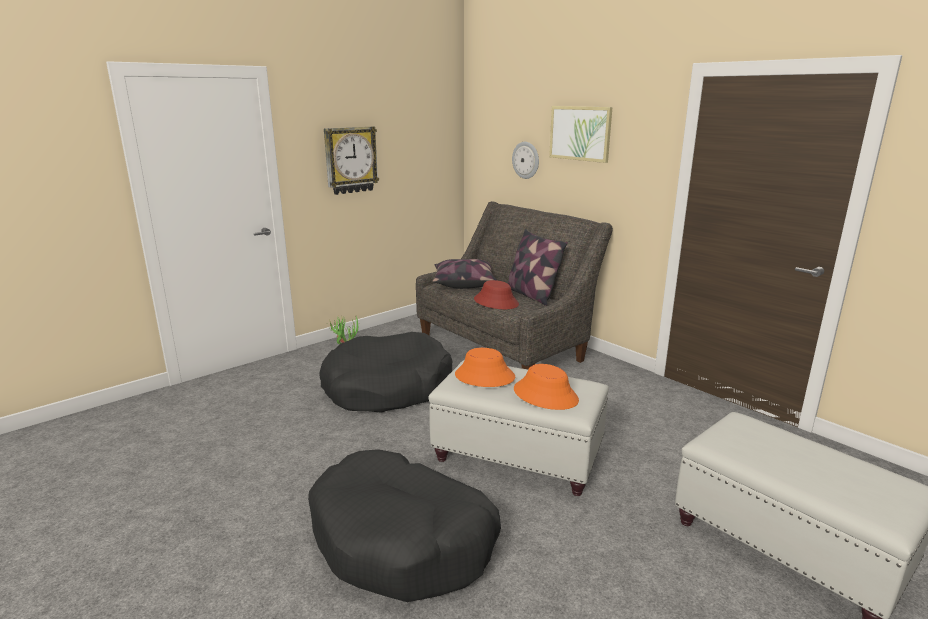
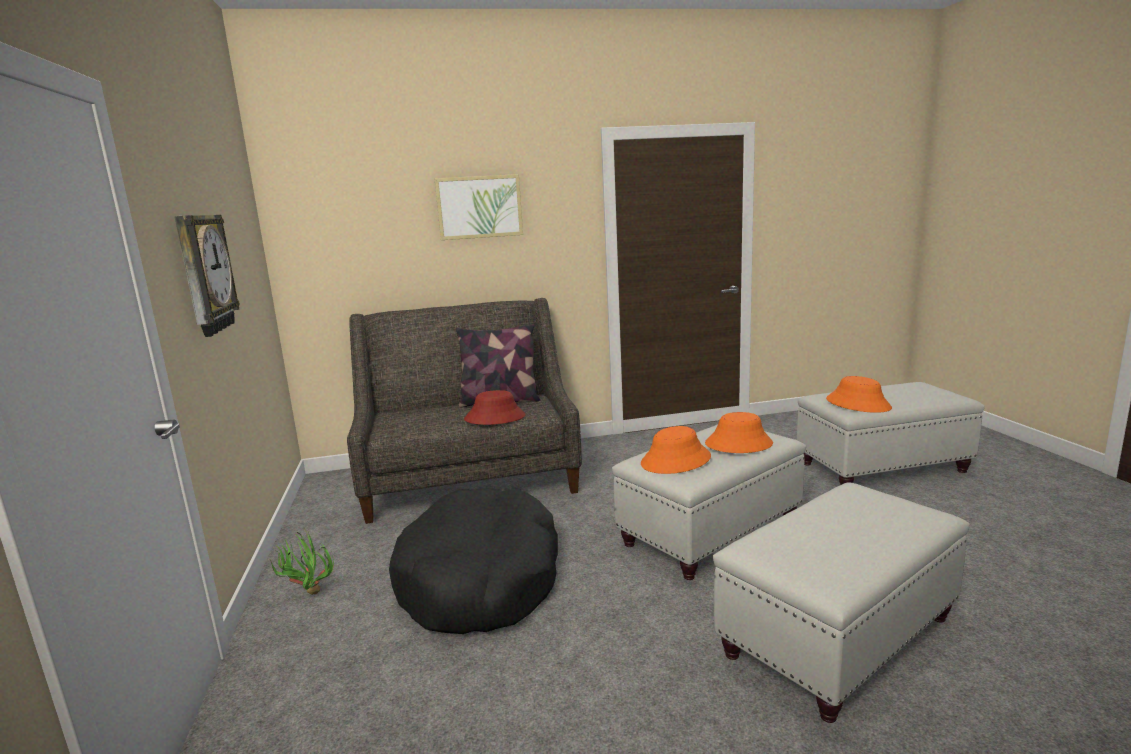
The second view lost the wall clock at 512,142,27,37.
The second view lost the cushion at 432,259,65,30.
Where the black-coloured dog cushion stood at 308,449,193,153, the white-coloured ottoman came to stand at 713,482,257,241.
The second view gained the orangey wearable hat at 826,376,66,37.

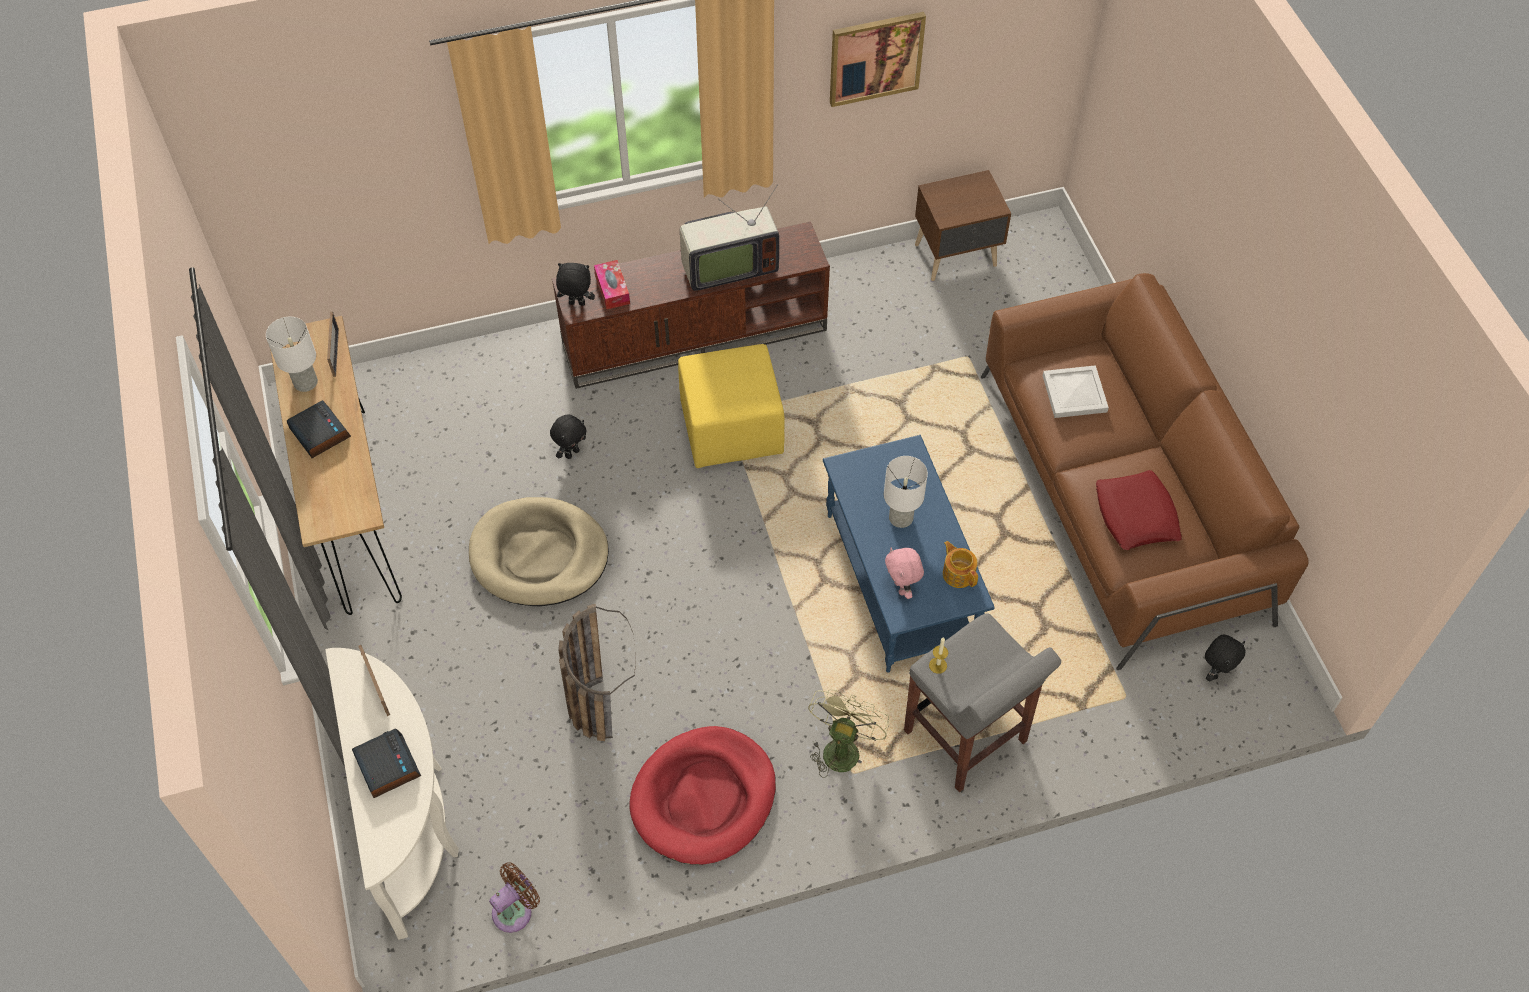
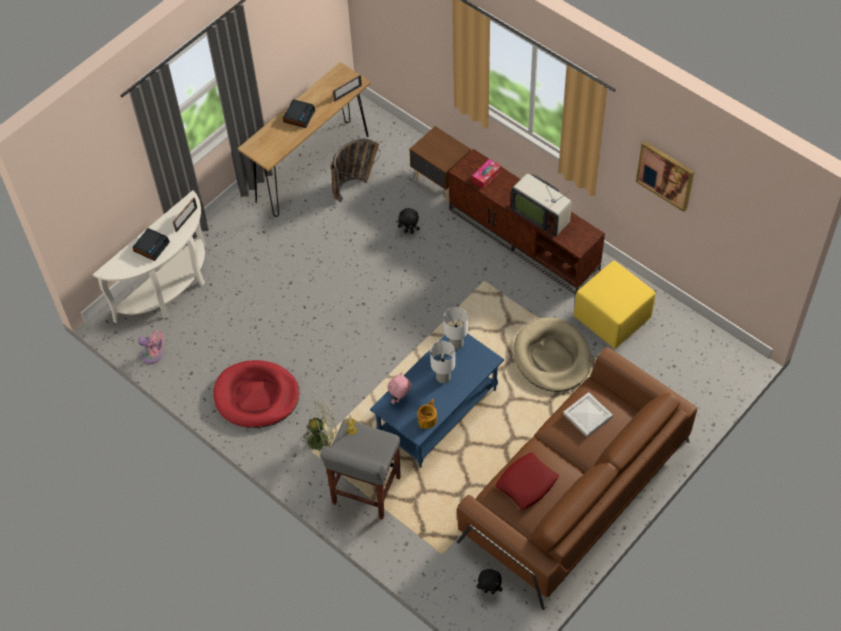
The brown-coloured night table ended up elsewhere, having gone from 915,170,96,111 to 410,126,61,76.
The second view lost the black-coloured cuddly toy at 556,263,39,43.
The white-coloured tabletop lamp ended up elsewhere, having gone from 266,317,52,75 to 444,307,24,42.
The yellow-coloured ottoman ended up elsewhere, having gone from 678,344,107,124 to 574,261,82,88.
The beige dog cushion ended up elsewhere, having gone from 469,497,140,109 to 513,317,78,75.
The storage basket ended up elsewhere, having gone from 558,604,78,137 to 331,139,49,64.
What was the brown-coloured cooling fan at 489,862,51,71 turned into the pink cooling fan at 138,330,26,34.

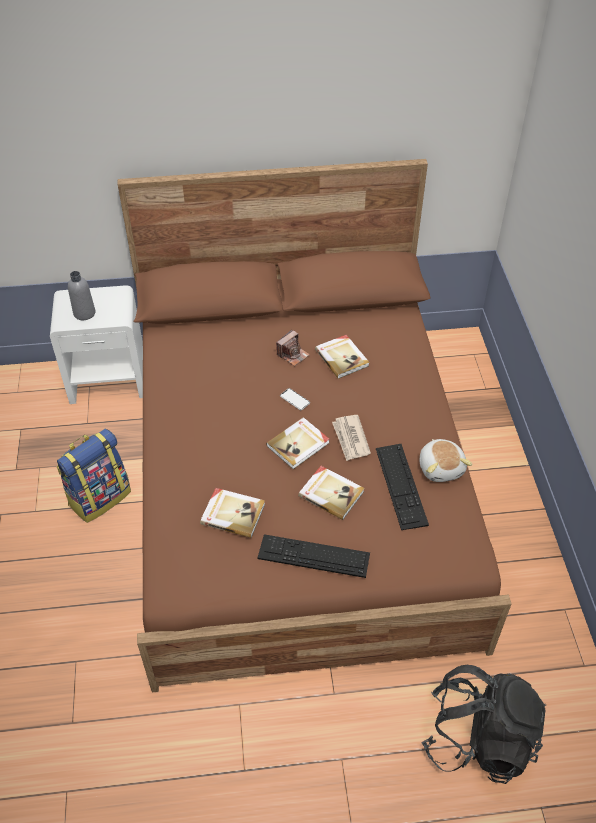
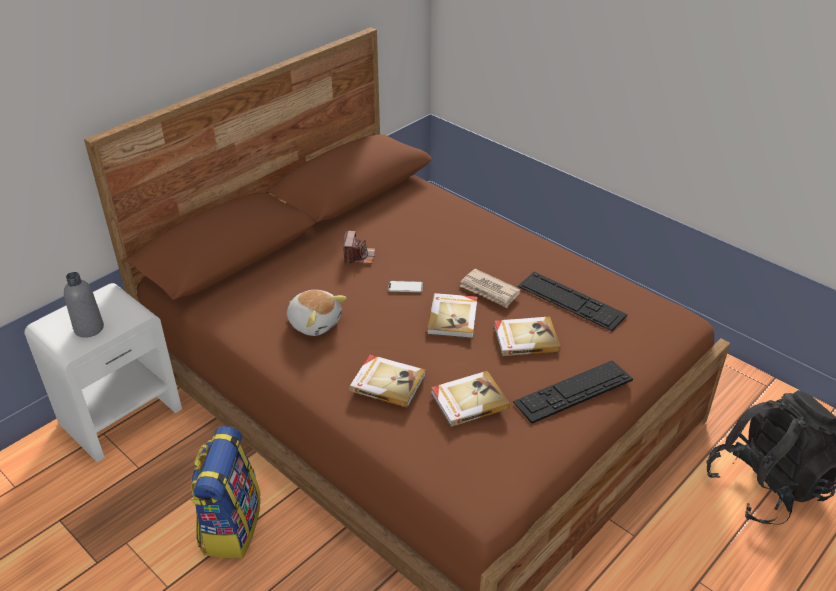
The bound book ended up elsewhere, having gone from 315,335,55,44 to 349,355,77,53.
The cuddly toy ended up elsewhere, having gone from 420,439,53,43 to 287,290,60,46.

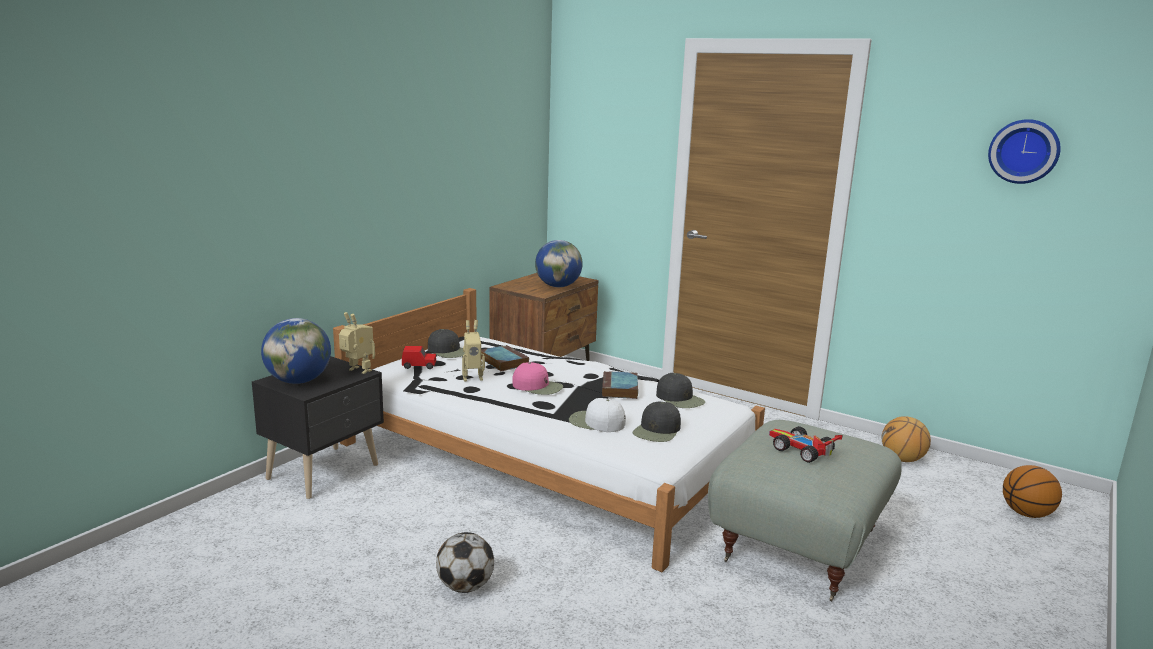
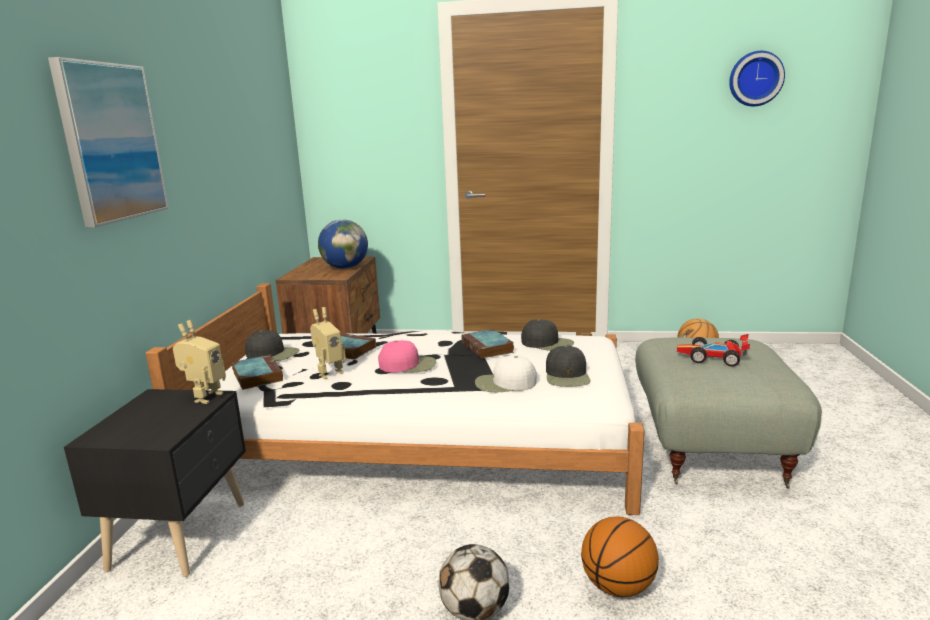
The robot figure at 339,312,36,62 ended up facing another way, 105 degrees clockwise from before.
The second view lost the globe at 261,318,70,66.
Where the red model car stood at 402,346,35,23, the bound book came to stand at 232,355,51,35.
The ball for basketball ended up elsewhere, having gone from 1003,465,59,53 to 581,516,78,81.
The second view gained the wall art at 48,57,121,170.

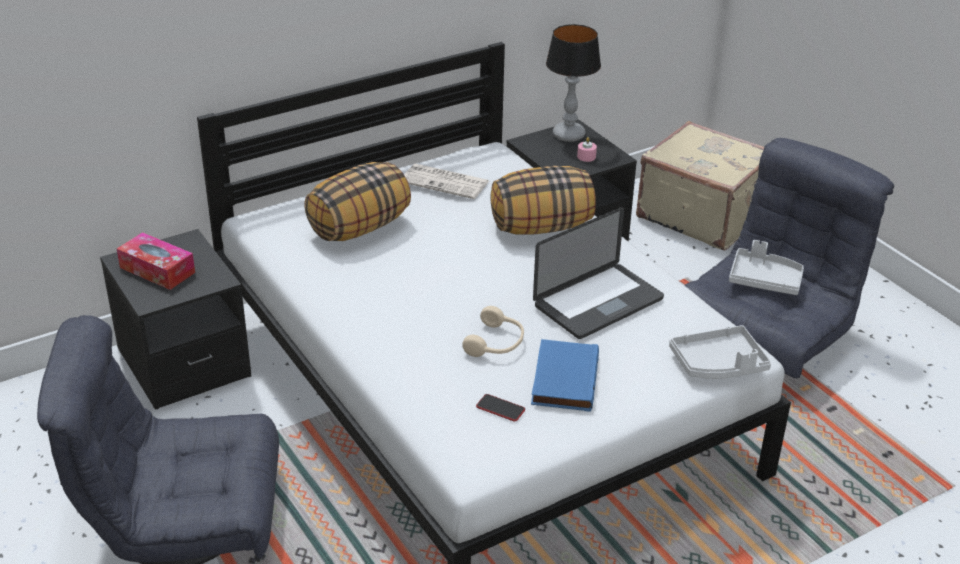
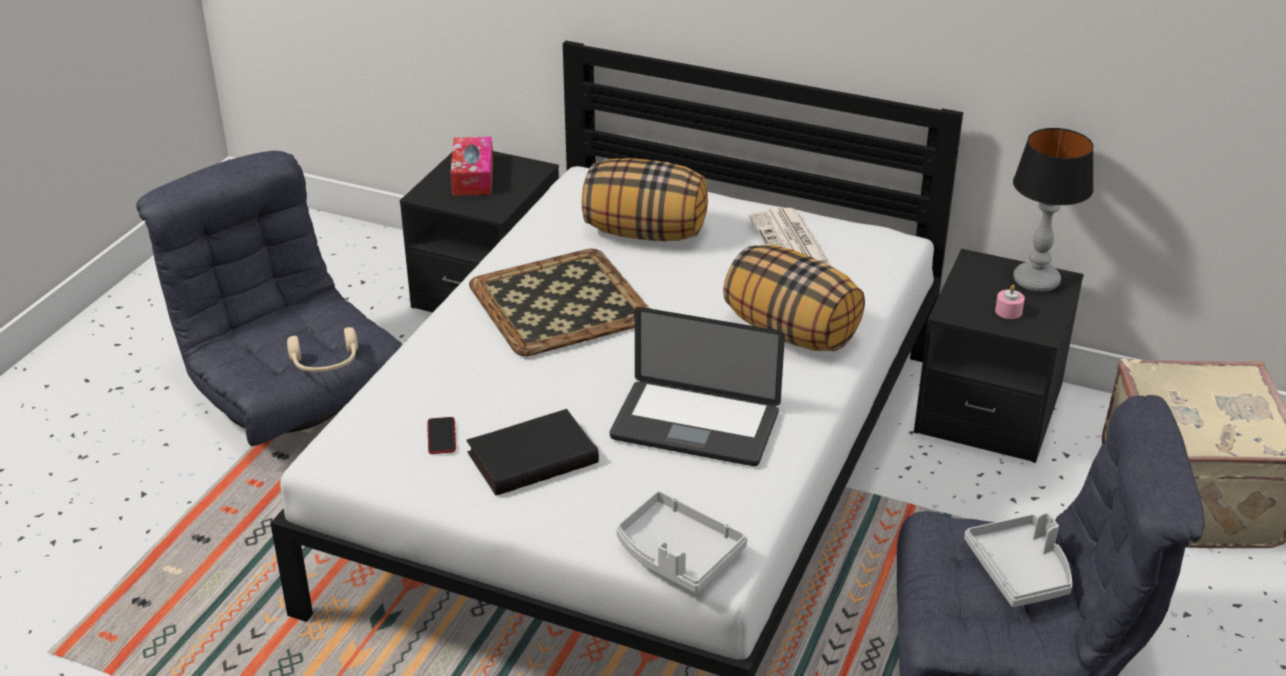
The beige headphones ended up elsewhere, having gone from 462,306,62,51 to 287,327,71,45.
What was the blue-coloured bound book at 531,339,68,73 turned into the black-coloured bound book at 467,409,132,87.
The second view gained the tray at 469,249,180,107.

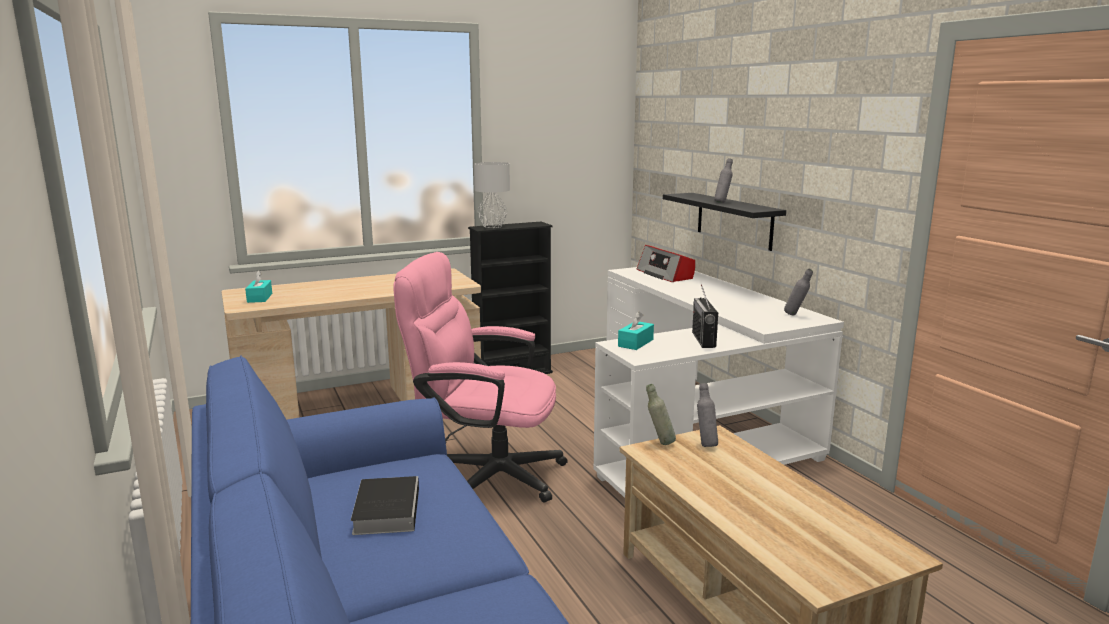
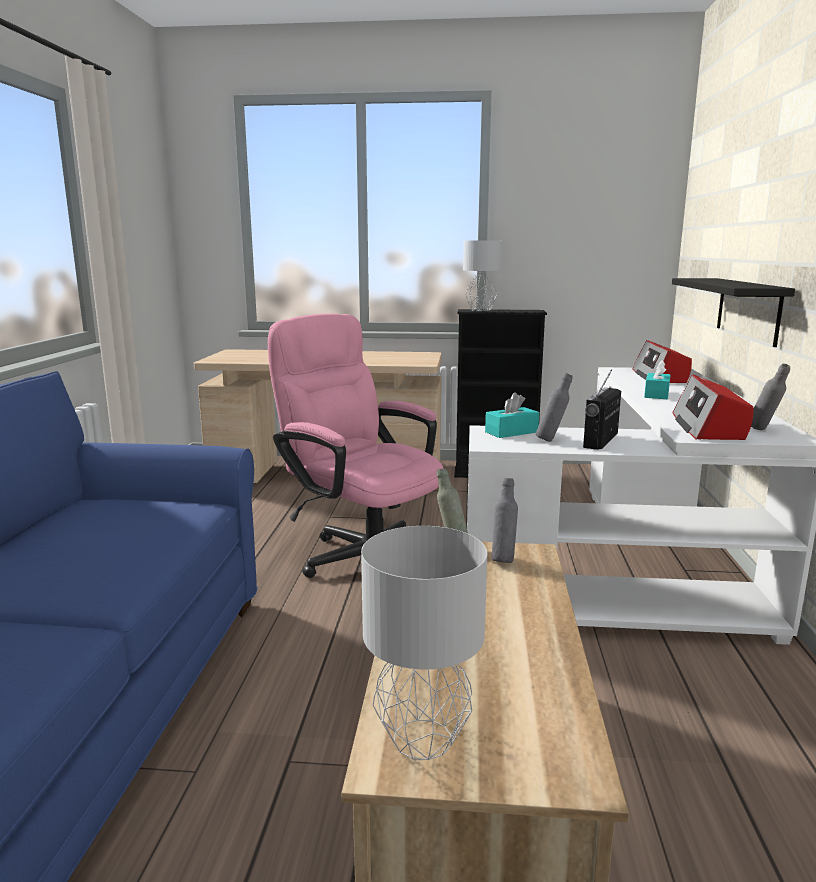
The greyish beverage bottle ended up elsewhere, having gone from 714,158,19,45 to 536,373,37,69.
The turquoise tissue holder ended up elsewhere, having gone from 245,270,27,33 to 644,360,26,39.
The second view lost the bound book at 351,476,68,59.
The second view gained the radio at 672,374,82,66.
The second view gained the greyish tabletop lamp at 361,526,126,234.

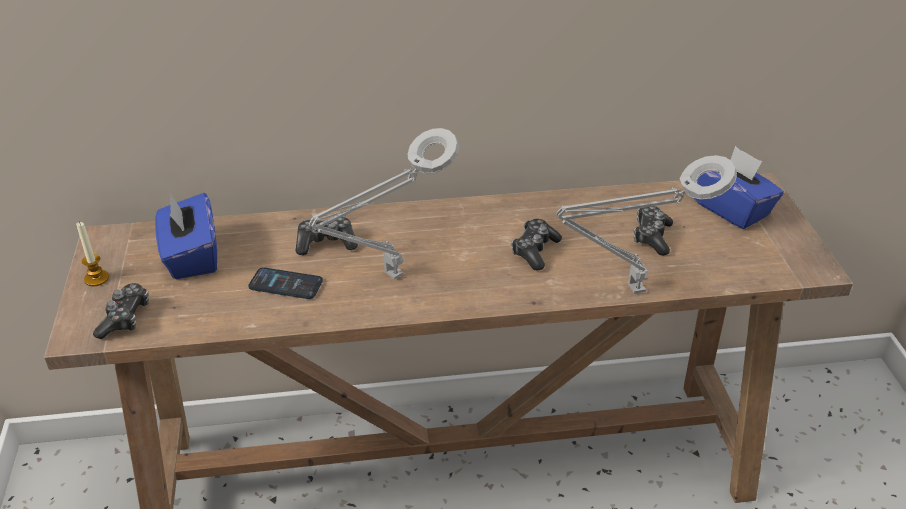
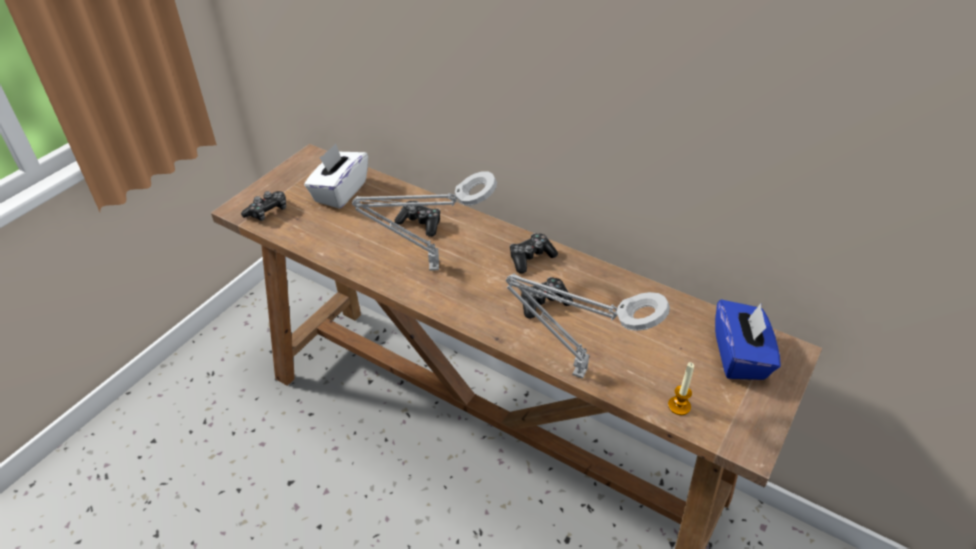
What was the blue-coloured tissue holder at 155,193,62,86 turned into the white-coloured tissue holder at 304,144,64,65.
The game controller ended up elsewhere, having gone from 634,206,39,49 to 510,233,48,40.
The candle ended up elsewhere, having gone from 76,222,33,64 to 668,362,26,53.
The second view lost the phone at 248,267,75,32.

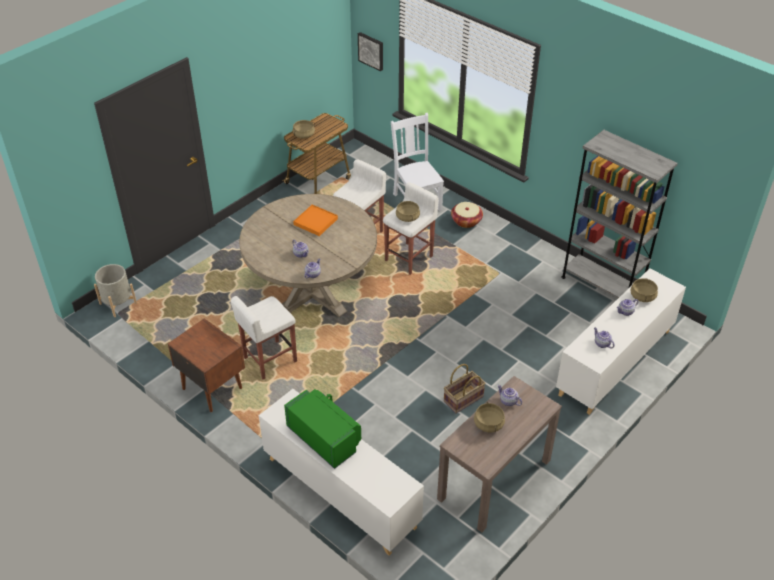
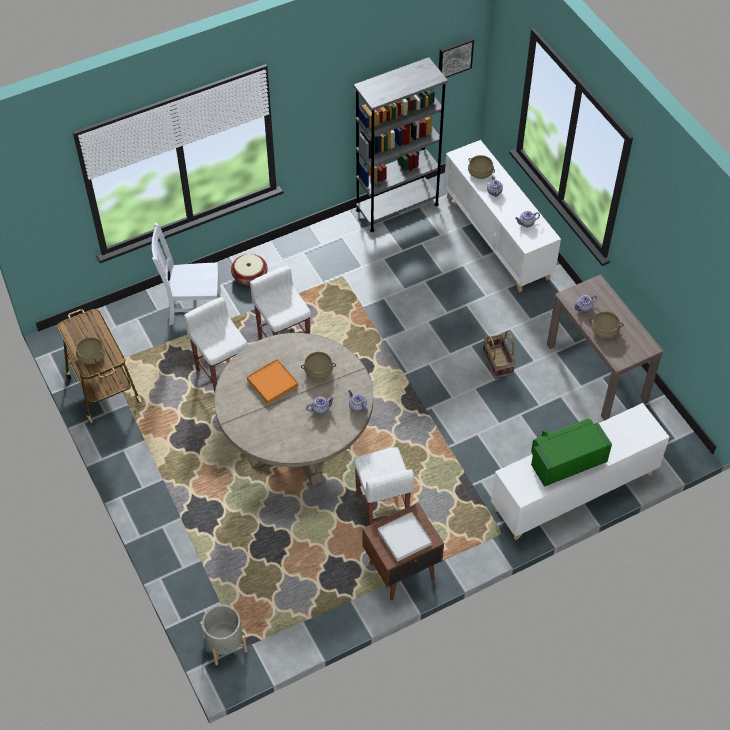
The wall art ended up elsewhere, having gone from 358,32,25,39 to 439,38,35,40.
The beige saucepot ended up elsewhere, having gone from 396,201,24,21 to 301,352,35,27.
The second view gained the white-coloured tray at 378,512,54,50.

